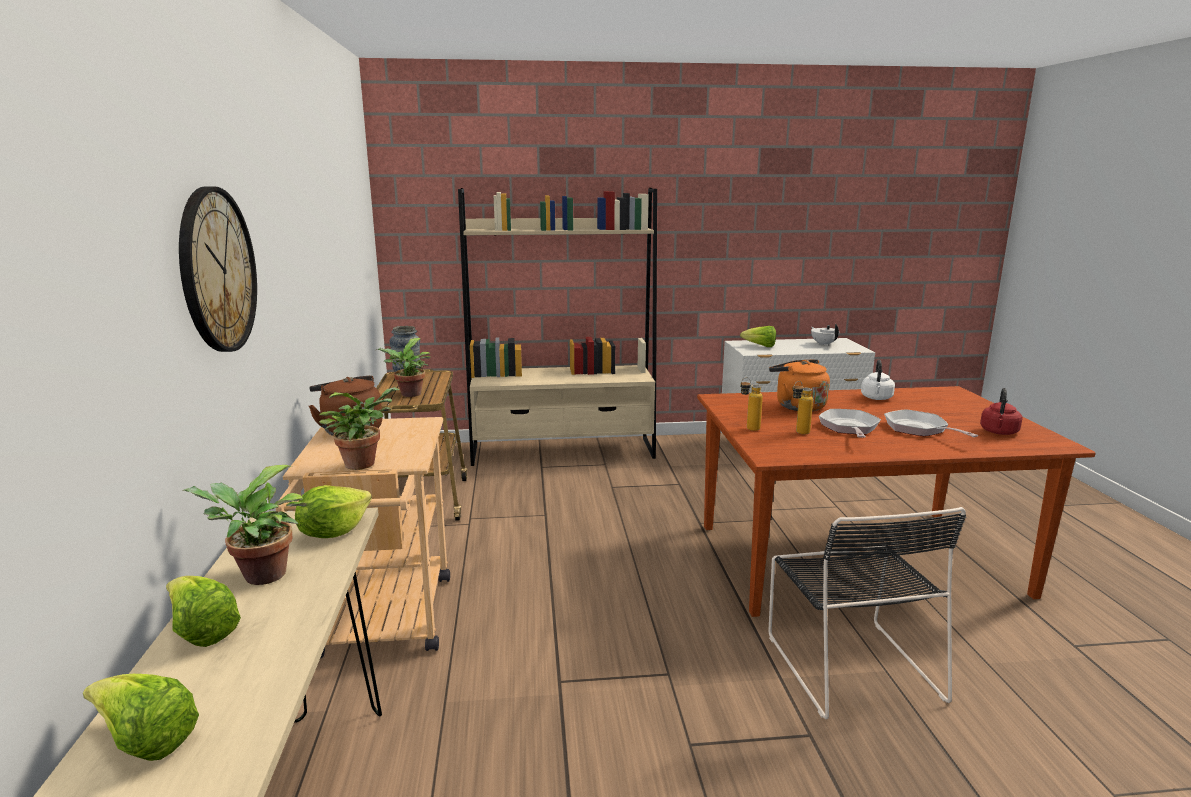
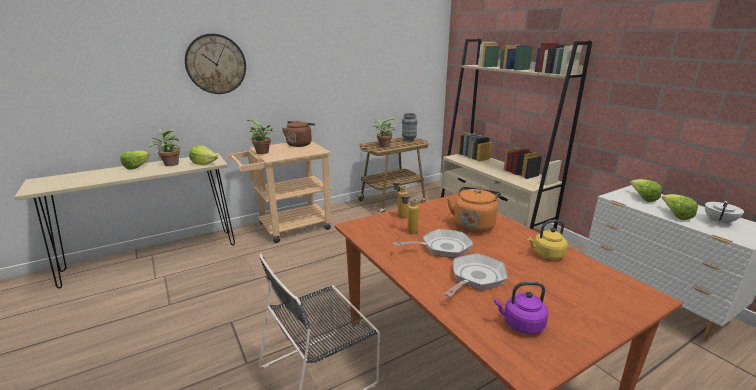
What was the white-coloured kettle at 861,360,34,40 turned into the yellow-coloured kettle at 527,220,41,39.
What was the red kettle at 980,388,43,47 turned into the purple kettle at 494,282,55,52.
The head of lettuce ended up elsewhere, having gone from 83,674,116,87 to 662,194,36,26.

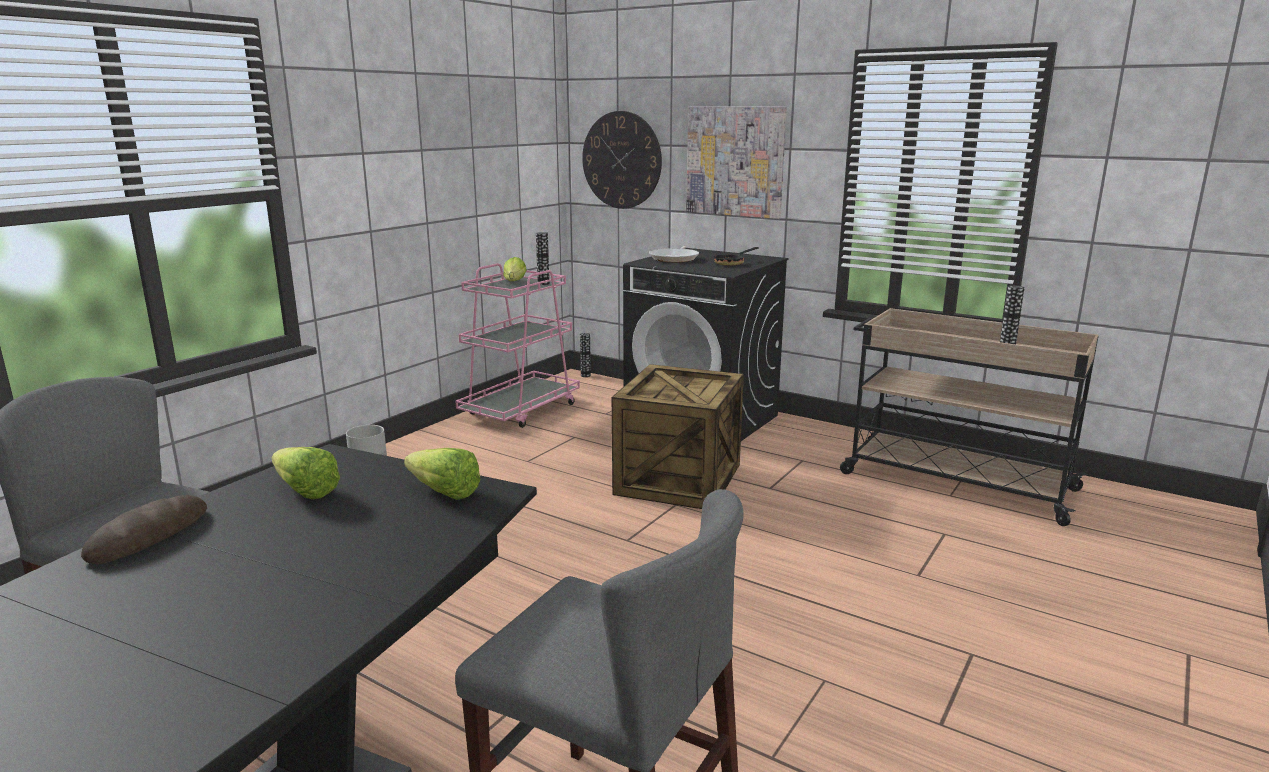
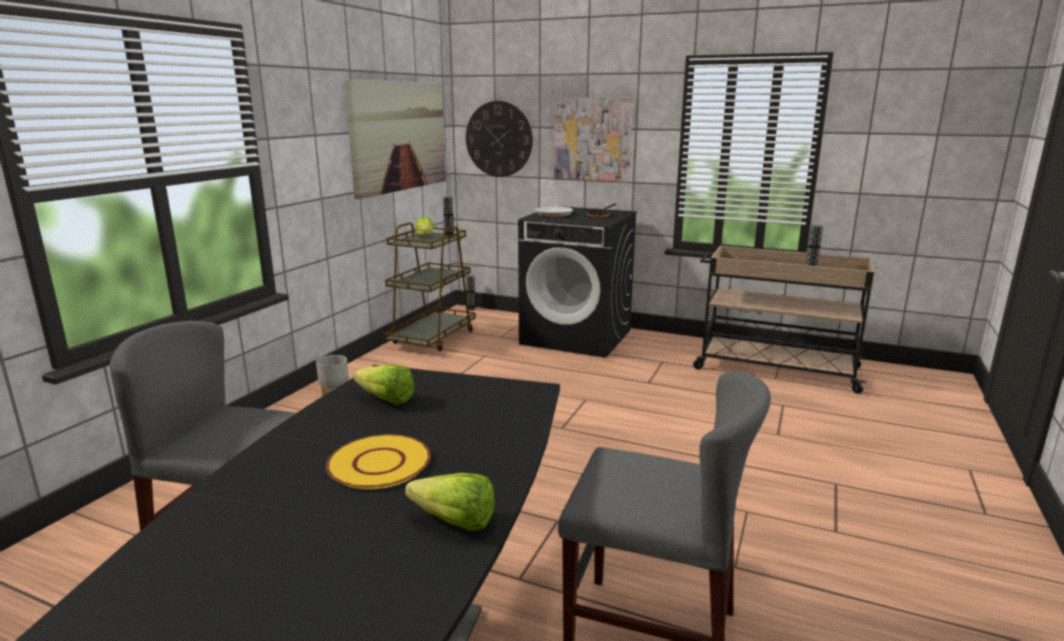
What was the pink wheeled cart at 456,263,124,165 turned into the brown-coloured wheeled cart at 384,222,92,129.
The second view lost the crate at 612,364,132,145.
The head of lettuce ended up elsewhere, having gone from 404,448,77,52 to 405,473,90,58.
The second view lost the bakery bread at 81,495,126,69.
The second view gained the wall art at 344,79,102,120.
The second view gained the yellow-coloured plate at 326,434,105,55.

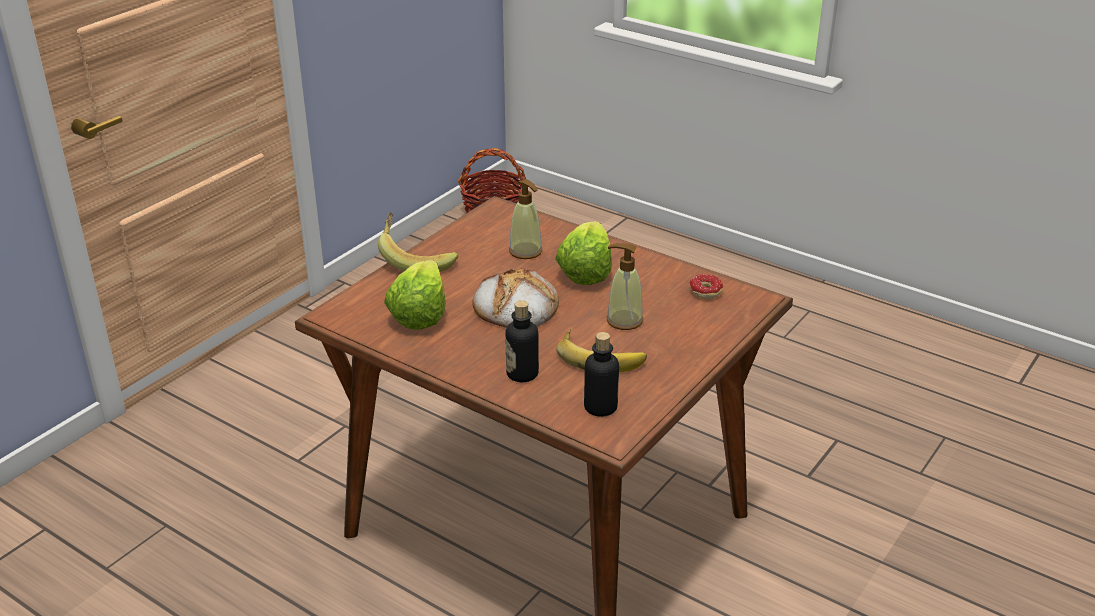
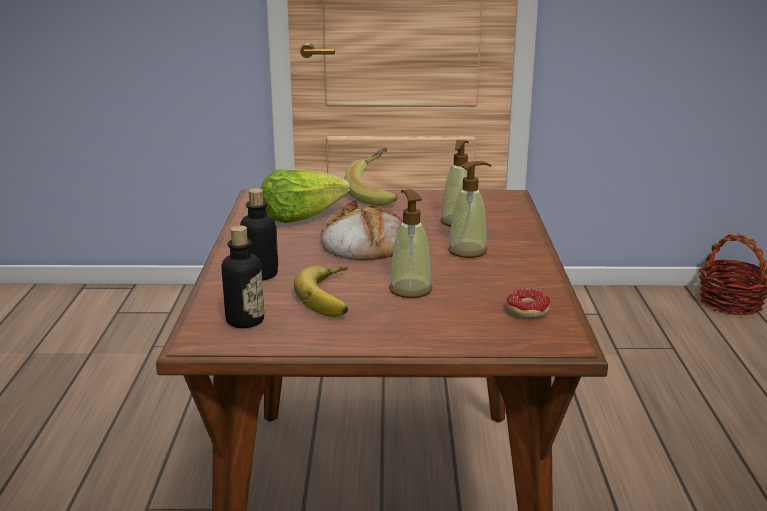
Where the head of lettuce stood at 555,221,57,64, the soap bottle came to stand at 448,161,43,97.

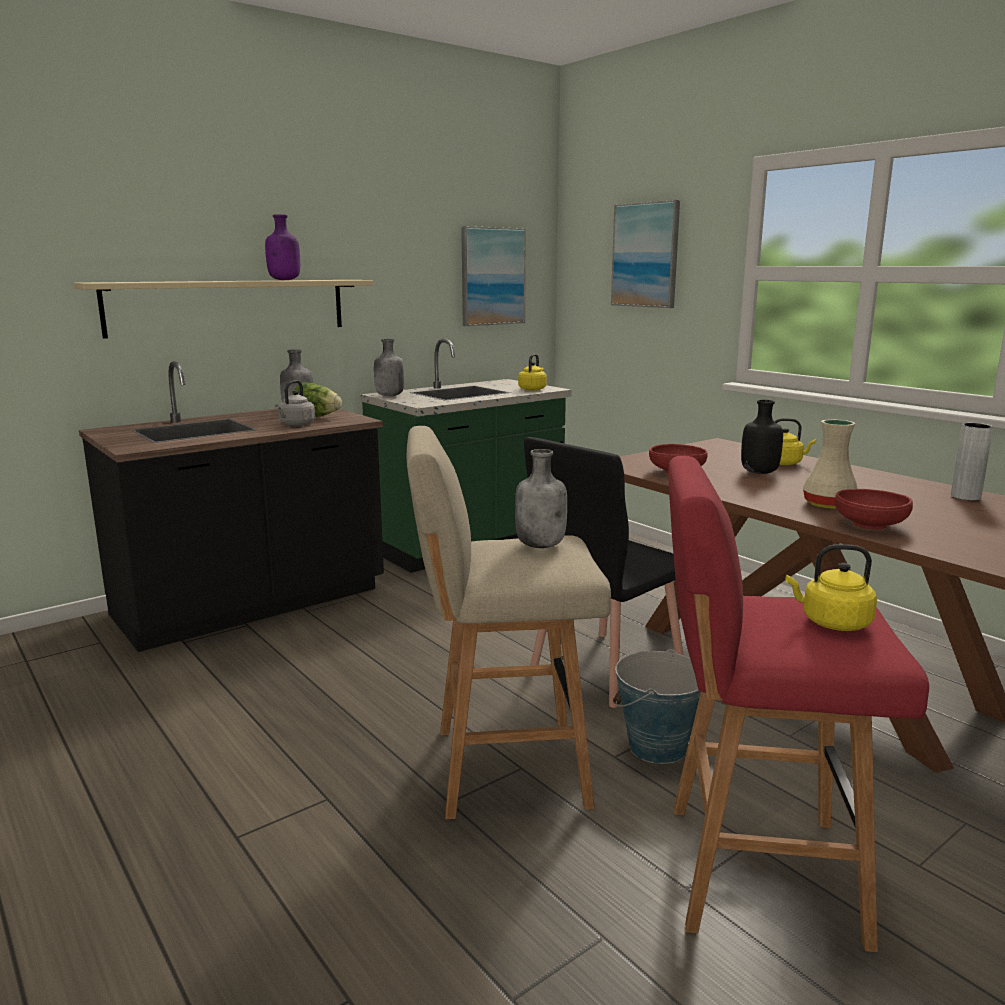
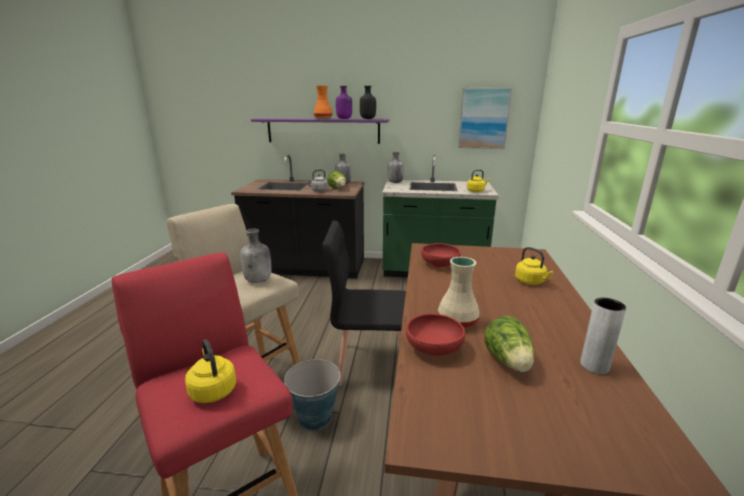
The second view lost the wall art at 611,200,69,108.
What was the beige shelf at 73,280,301,59 turned into the purple shelf at 251,118,138,26.
The black-coloured beverage bottle ended up elsewhere, having gone from 741,400,42,74 to 360,86,16,33.
The second view gained the orangey decorative vase at 314,86,19,33.
The second view gained the head of lettuce at 484,316,50,56.

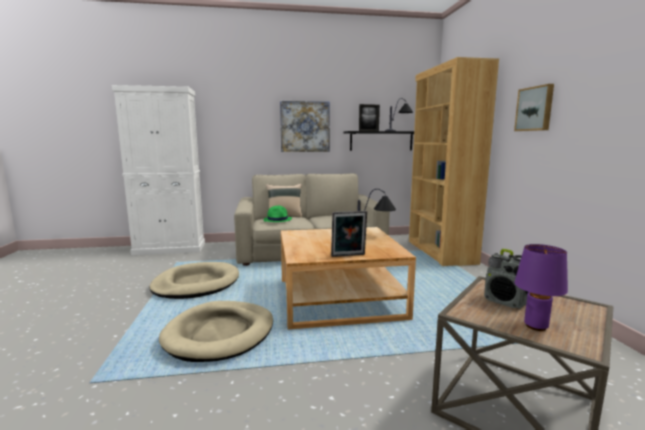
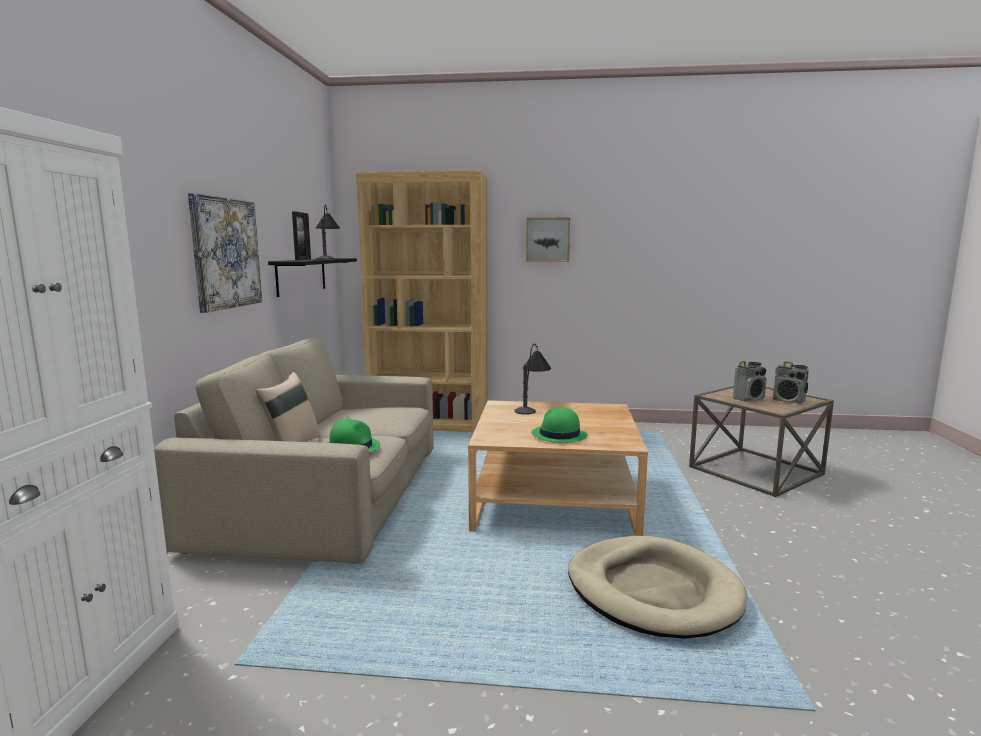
The second view lost the photo frame at 331,211,36,46.
Where the purple tabletop lamp stood at 515,244,53,87, the radio came to stand at 773,361,36,43.
The second view lost the beige dog cushion at 150,262,89,37.
The second view gained the green wearable hat at 531,408,57,35.

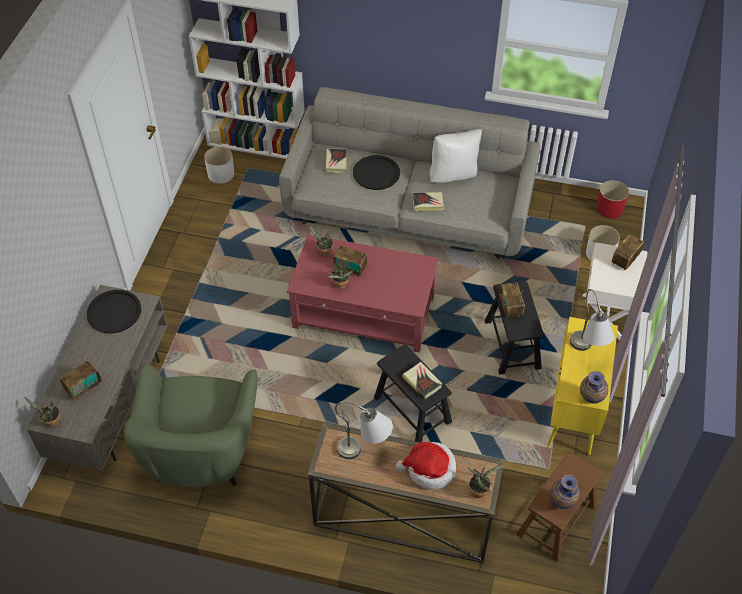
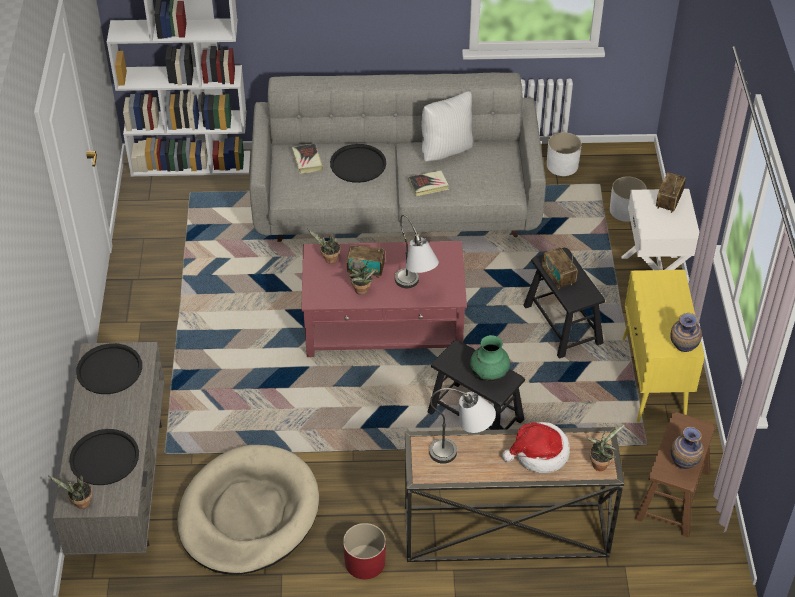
The white-coloured flower pot ended up elsewhere, having gone from 204,146,30,38 to 547,132,35,44.
The red flower pot ended up elsewhere, having gone from 596,180,33,38 to 343,523,43,56.
The greyish tabletop lamp ended up elsewhere, having gone from 570,289,45,62 to 395,215,44,73.
Where the radio stood at 60,355,41,45, the black-coloured tray came to stand at 69,429,70,56.
Where the bound book stood at 402,362,41,37, the green decorative vase came to stand at 470,335,40,47.
Where the green lounge chair stood at 124,364,134,122, the beige dog cushion came to stand at 177,445,142,130.

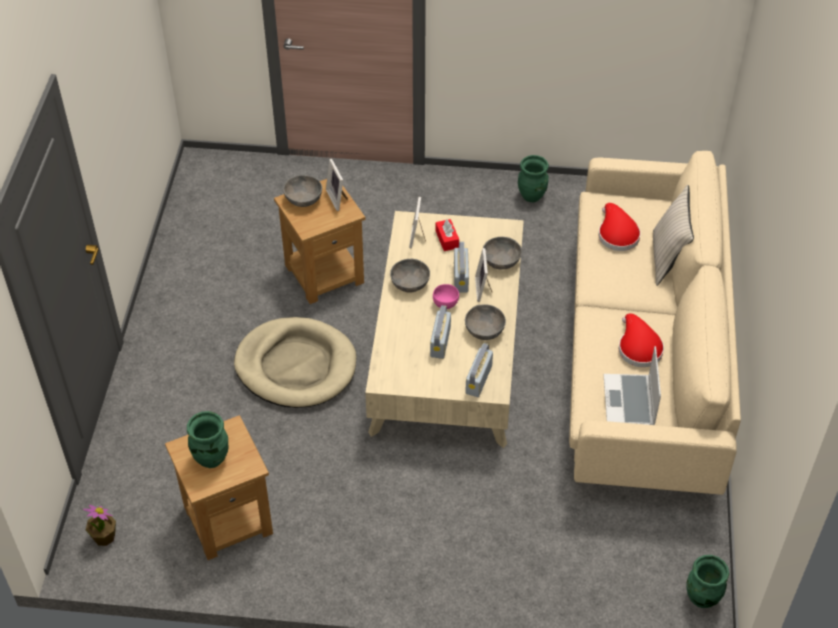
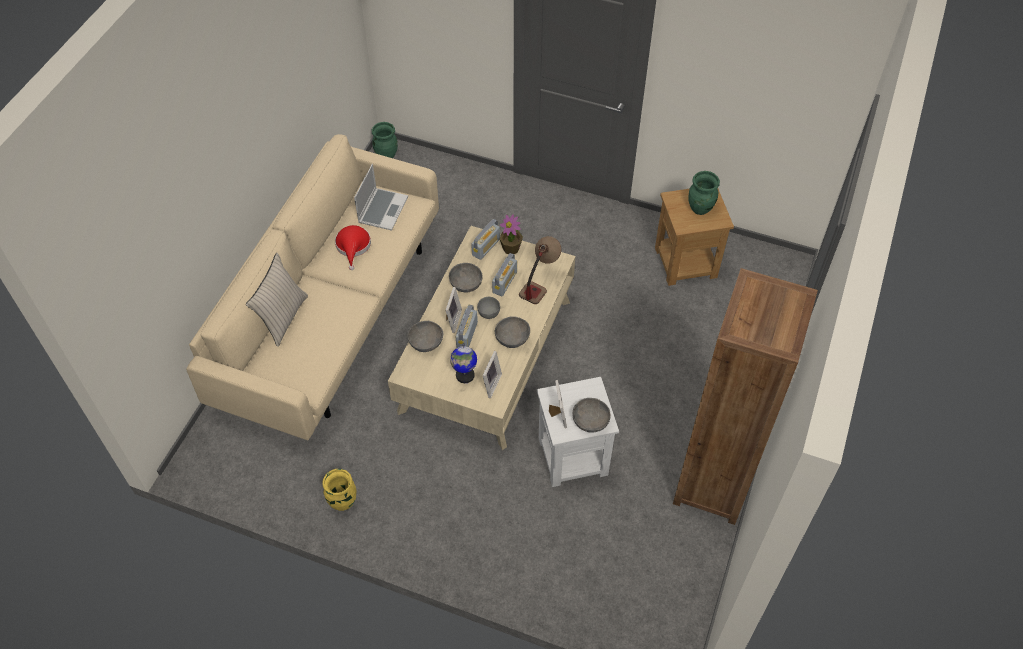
What was the green decorative vase at 518,155,31,47 turned into the yellow-coloured decorative vase at 322,469,34,42.
What was the brown-coloured side table at 274,179,91,125 turned into the white-coloured side table at 537,377,82,110.
The second view lost the red wearable hat at 598,203,43,48.
Where the red tissue holder stood at 436,219,23,32, the globe came to stand at 450,342,27,41.
What was the pink bowl at 433,284,26,25 turned into the greyish bowl at 477,297,23,22.
The second view lost the beige dog cushion at 234,317,122,91.
The potted plant ended up elsewhere, having gone from 83,505,33,41 to 499,214,24,40.
The second view gained the tabletop lamp at 519,236,42,68.
The second view gained the brown-coloured bookcase at 673,268,145,257.

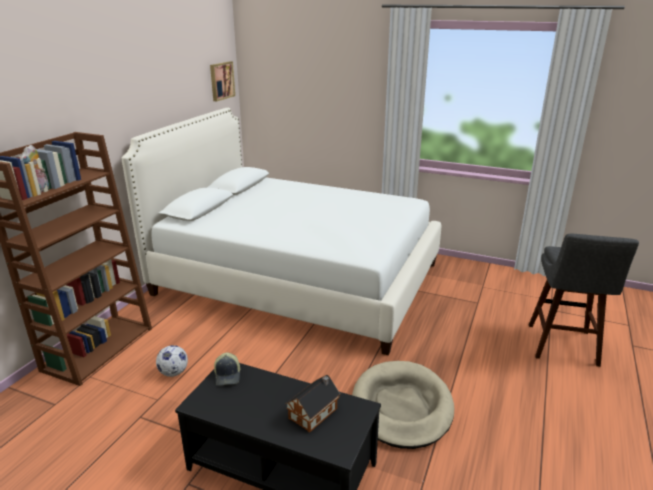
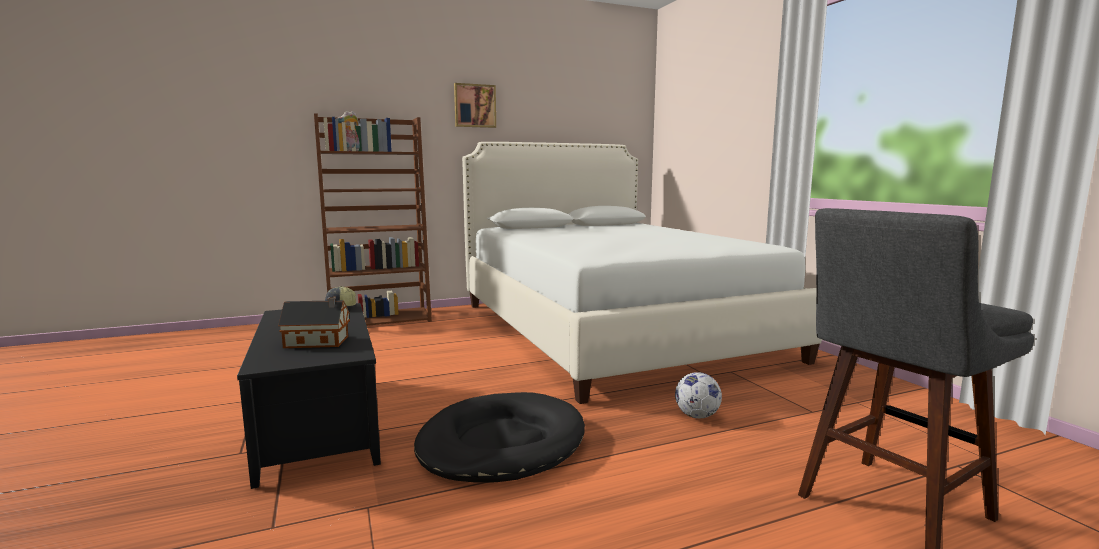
The wall art ended up elsewhere, having gone from 210,61,25,40 to 454,83,42,45.
The football ball ended up elsewhere, having gone from 156,345,32,32 to 675,372,47,46.
What was the beige dog cushion at 352,361,102,88 turned into the black-coloured dog cushion at 414,392,171,90.

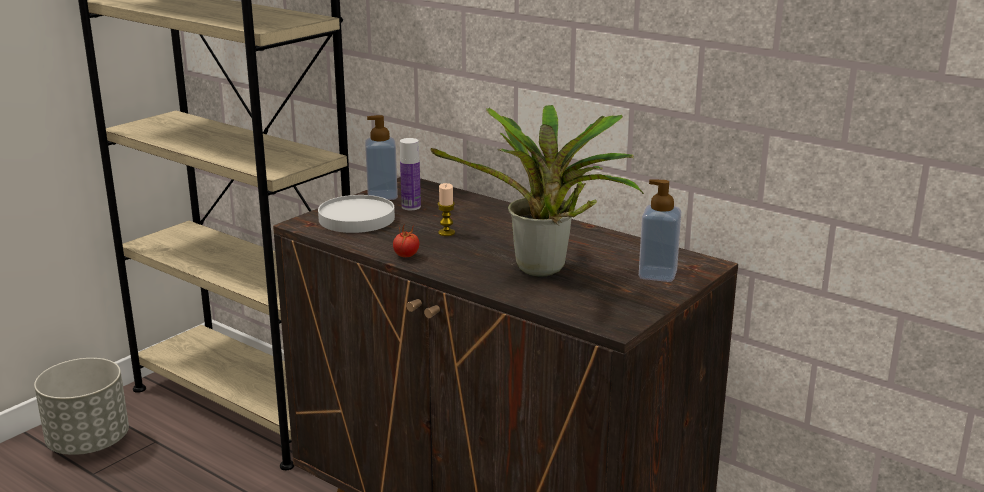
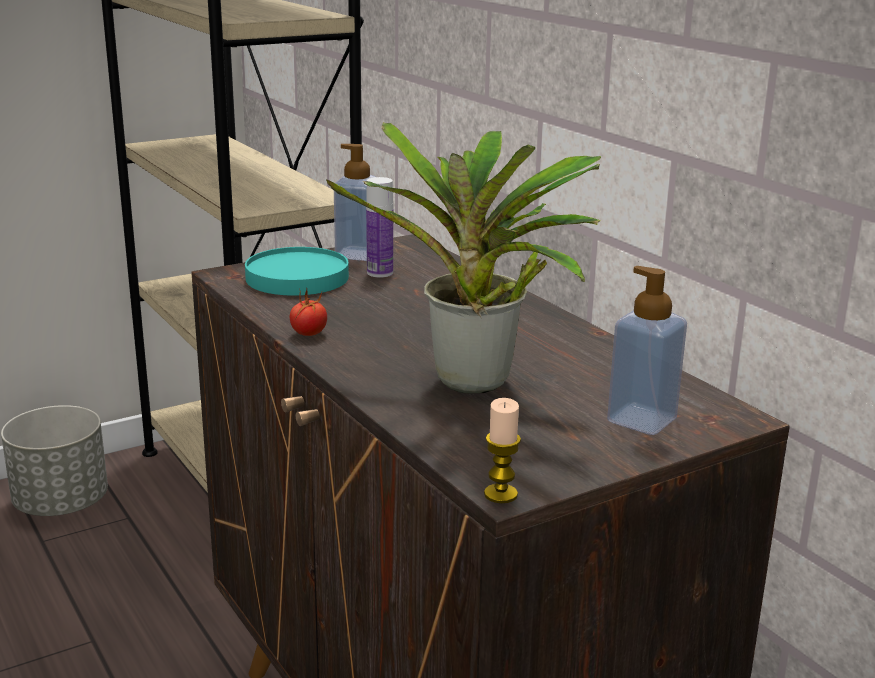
The candle ended up elsewhere, having gone from 437,183,18,53 to 484,398,37,105.
What was the white-coloured plate at 318,195,77,38 turned into the turquoise plate at 245,247,104,48.

